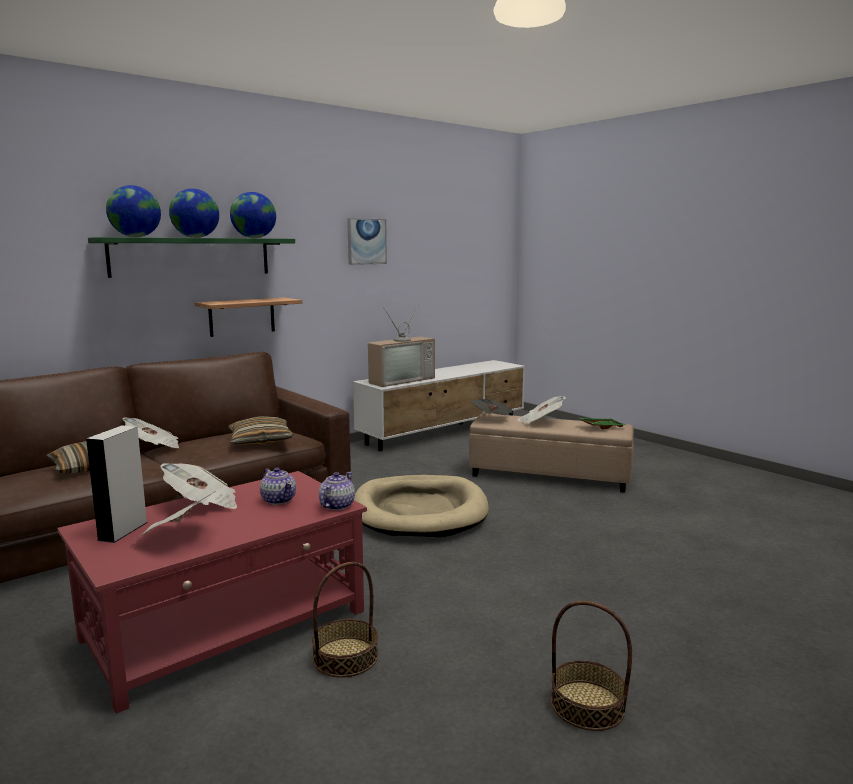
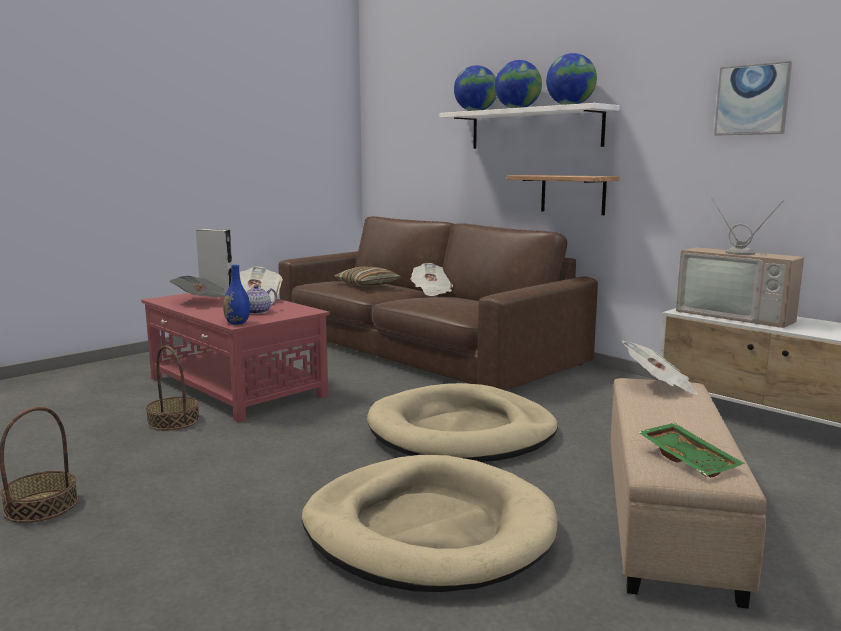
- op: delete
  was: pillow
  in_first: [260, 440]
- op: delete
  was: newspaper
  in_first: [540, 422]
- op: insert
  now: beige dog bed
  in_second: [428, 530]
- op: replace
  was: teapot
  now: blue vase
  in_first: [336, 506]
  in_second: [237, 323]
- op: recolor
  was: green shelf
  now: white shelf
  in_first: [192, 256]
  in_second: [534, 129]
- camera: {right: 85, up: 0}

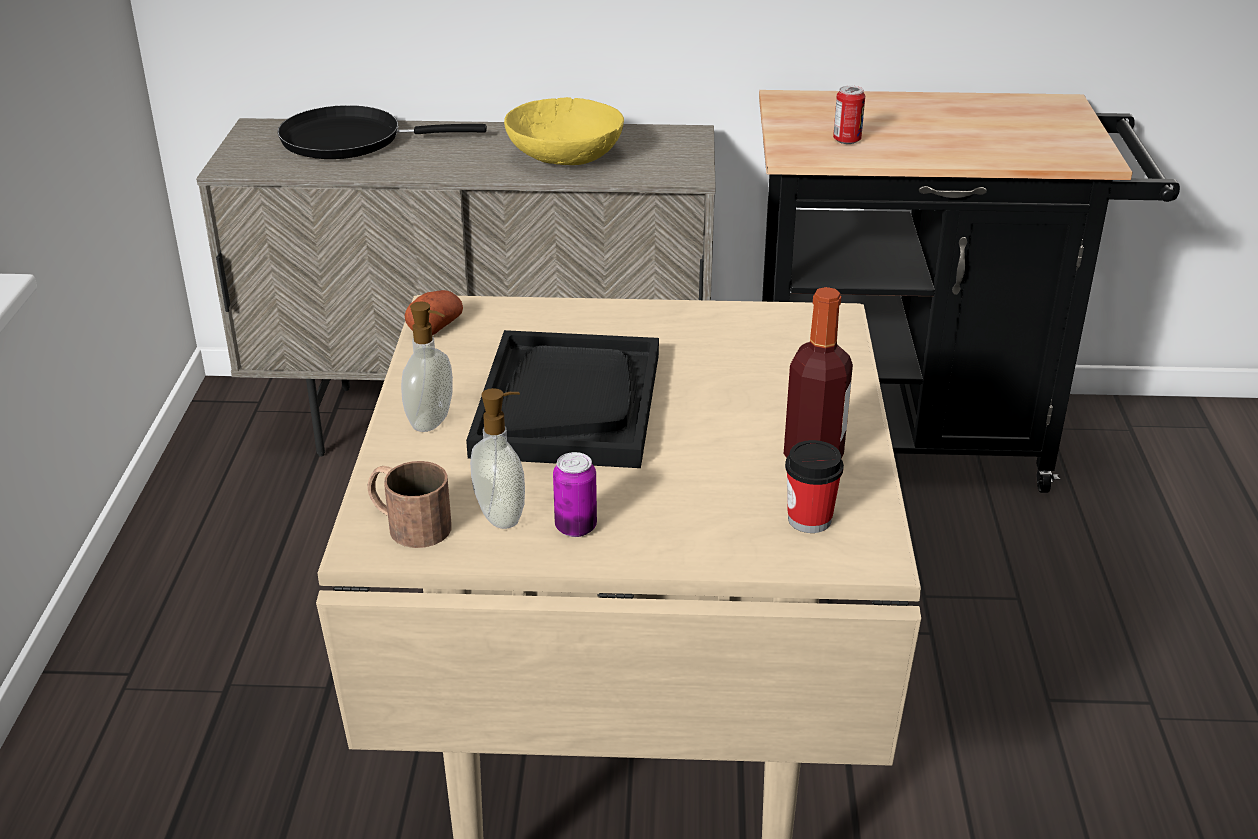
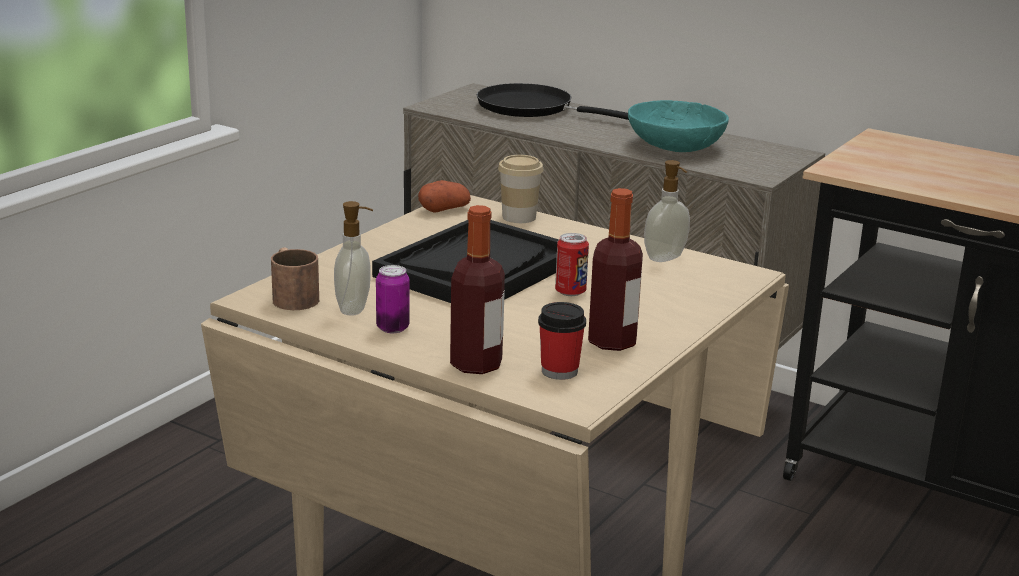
- op: insert
  now: bottle
  in_second: [476, 364]
- op: insert
  now: cup
  in_second: [519, 217]
- op: move
  was: soap dispenser
  in_first: [432, 421]
  in_second: [666, 258]
- op: move
  was: can
  in_first: [847, 140]
  in_second: [570, 292]
- op: recolor
  was: yellow bowl
  now: turquoise bowl
  in_first: [564, 157]
  in_second: [675, 147]
- camera: {right: 30, up: -10}

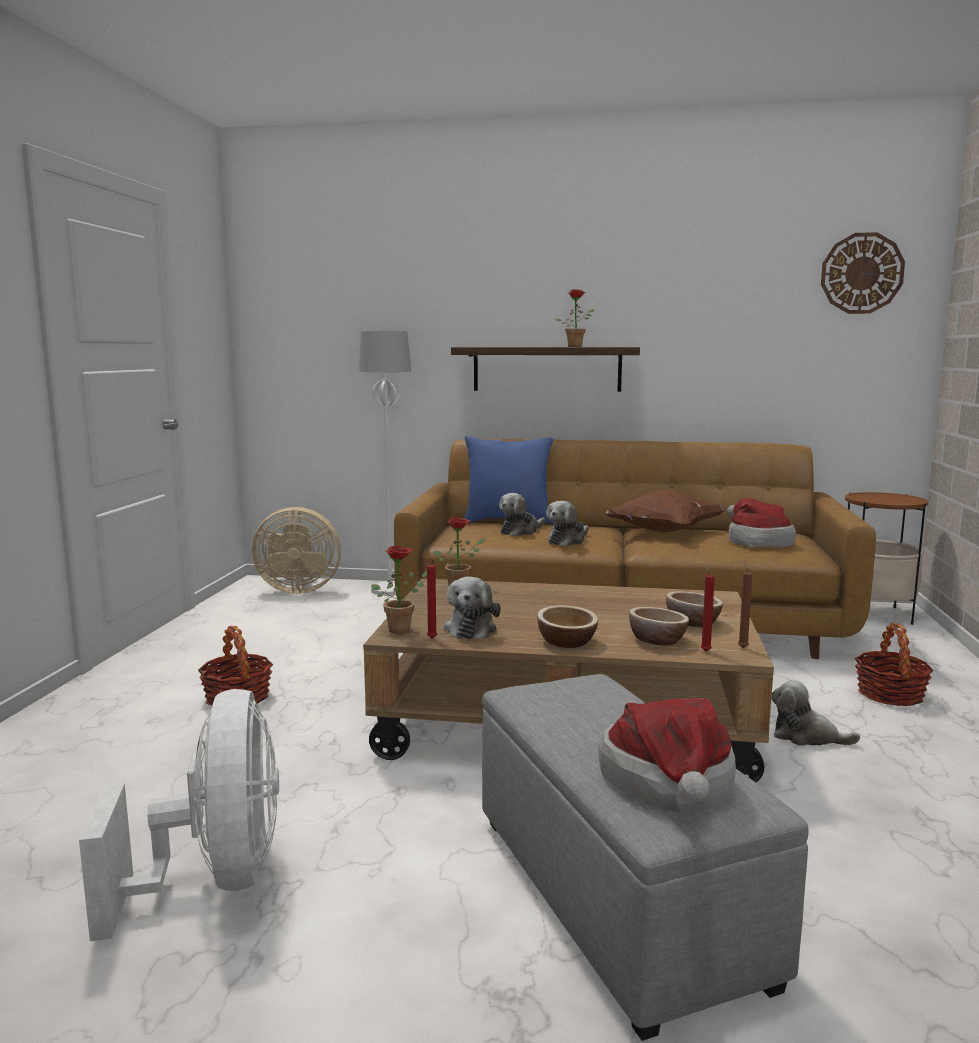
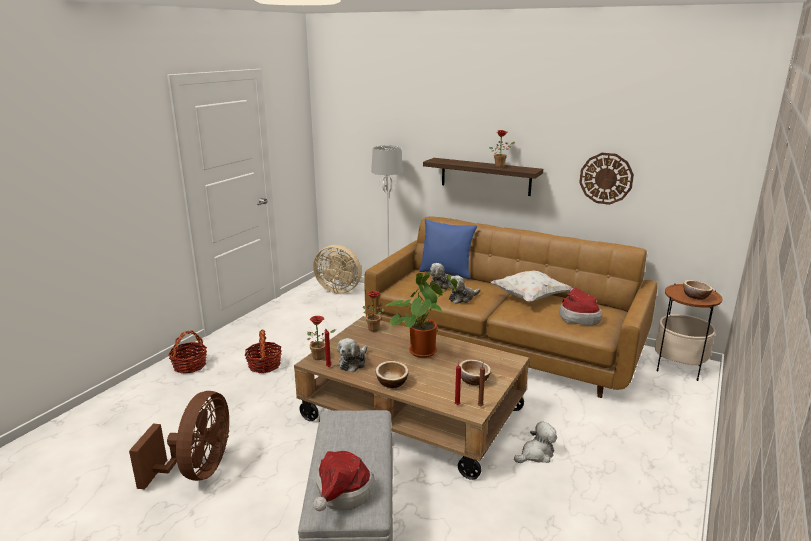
- op: insert
  now: potted plant
  in_second: [422, 350]
- op: move
  was: bowl
  in_first: [657, 640]
  in_second: [695, 296]
- op: move
  was: wall clock
  in_first: [862, 273]
  in_second: [606, 178]
- op: move
  was: basket
  in_first: [890, 694]
  in_second: [190, 366]
- op: recolor
  was: white fan
  now: brown fan
  in_first: [215, 880]
  in_second: [197, 470]
- op: recolor
  was: brown pillow
  now: white pillow
  in_first: [664, 532]
  in_second: [529, 298]
- op: rotate
  was: plush toy
  in_first: [806, 736]
  in_second: [536, 454]
  clockwise: 105
- camera: {right: 20, up: 10}

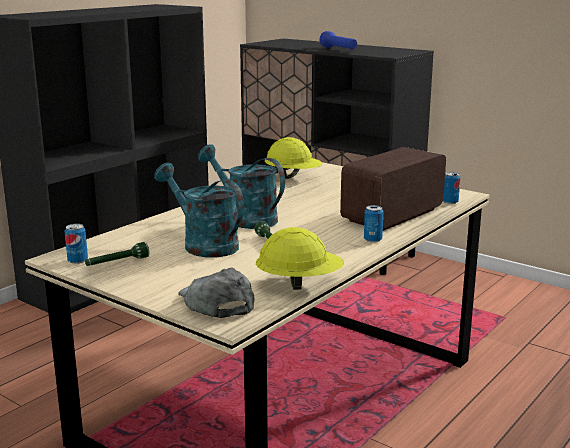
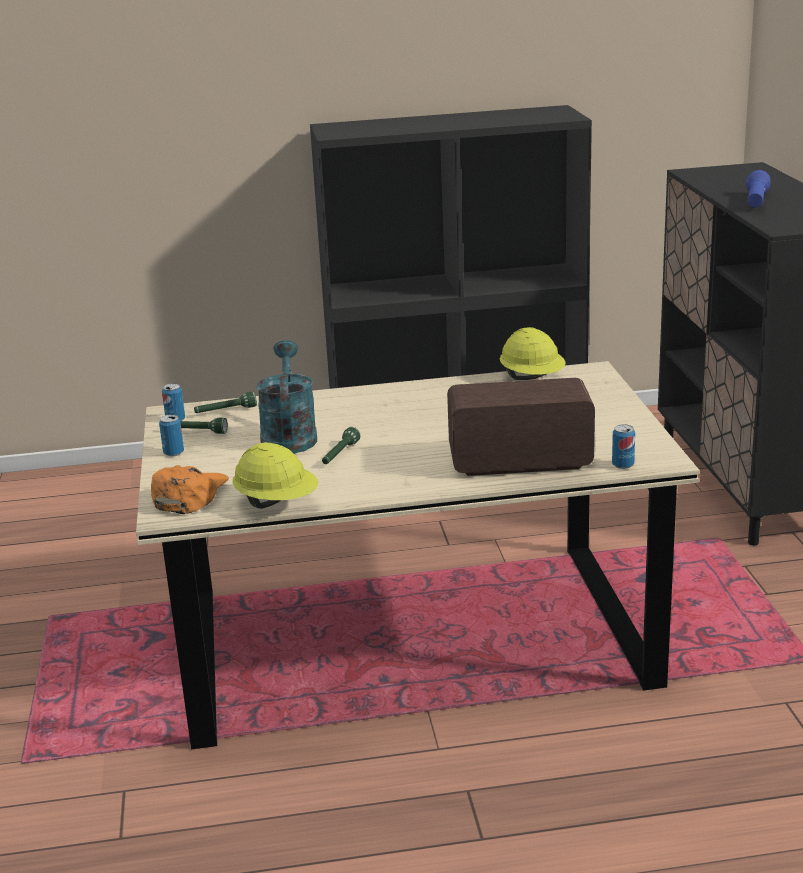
- op: delete
  was: turquoise watering can
  in_first: [245, 218]
- op: insert
  now: green flashlight
  in_second: [225, 411]
- op: move
  was: can
  in_first: [372, 240]
  in_second: [173, 453]
- op: recolor
  was: grey cap
  now: orange cap
  in_first: [216, 301]
  in_second: [189, 494]
- camera: {right: 45, up: 5}

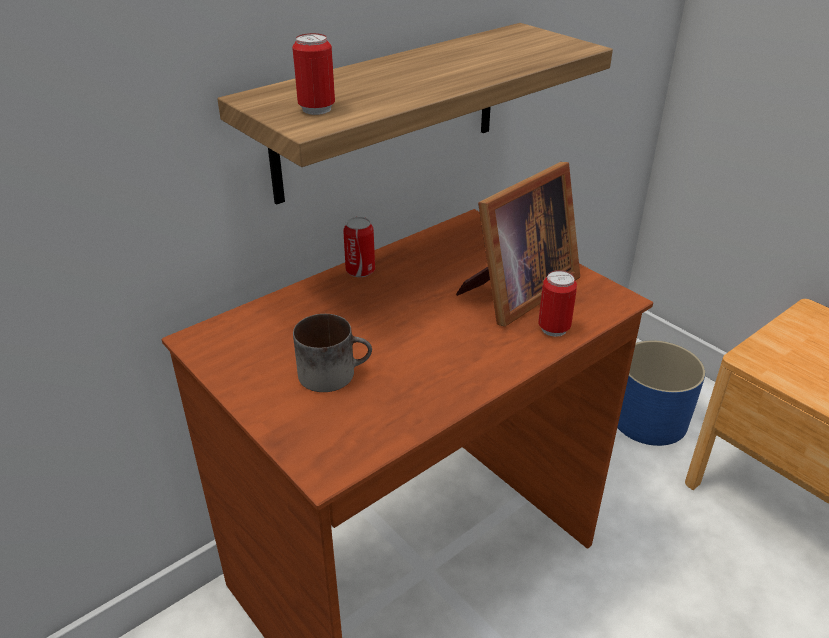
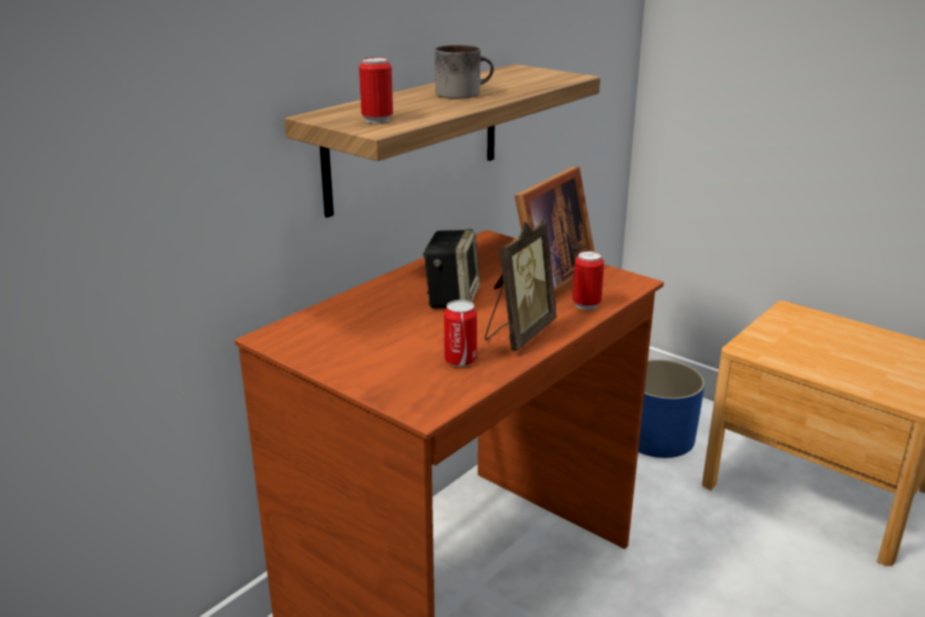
- op: insert
  now: speaker
  in_second: [451, 298]
- op: insert
  now: picture frame
  in_second: [518, 334]
- op: move
  was: mug
  in_first: [334, 372]
  in_second: [463, 93]
- op: move
  was: can
  in_first: [360, 271]
  in_second: [460, 360]
- camera: {right: -10, up: -10}

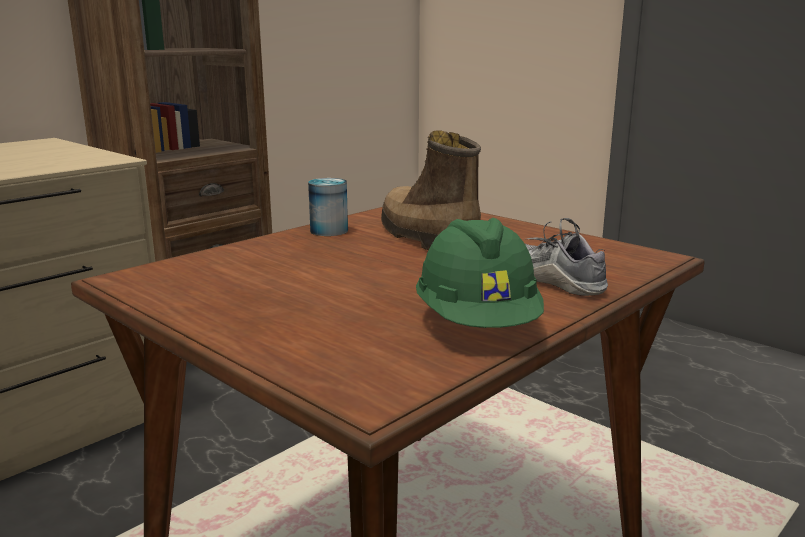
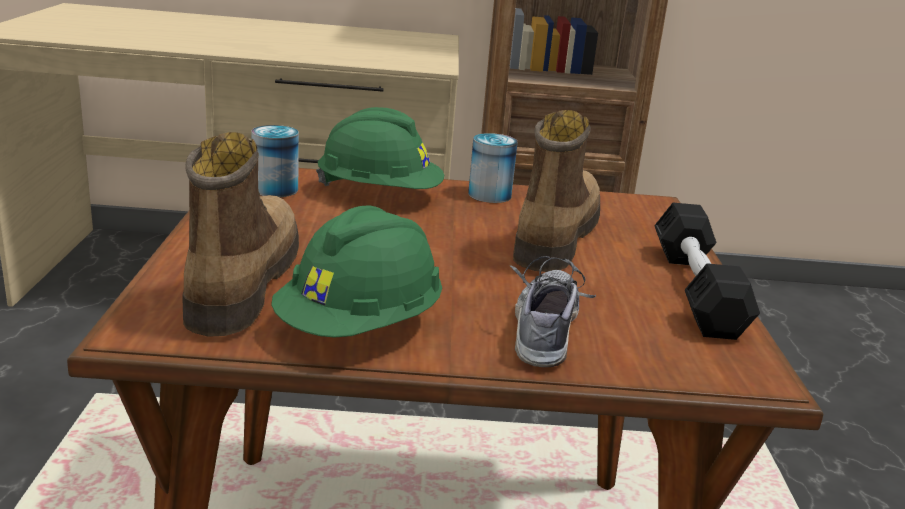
- op: insert
  now: boot
  in_second: [241, 283]
- op: insert
  now: can
  in_second: [275, 189]
- op: insert
  now: green hard hat
  in_second: [379, 194]
- op: insert
  now: black dumbbell
  in_second: [695, 290]
- camera: {right: 45, up: 5}

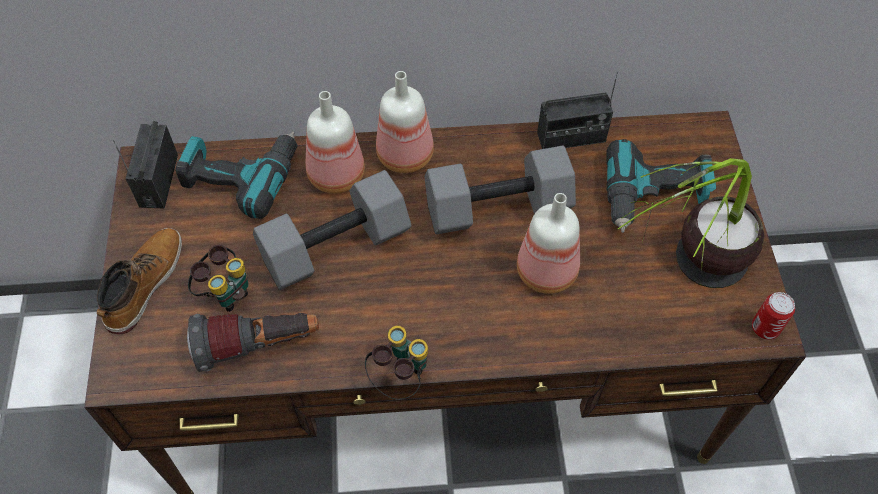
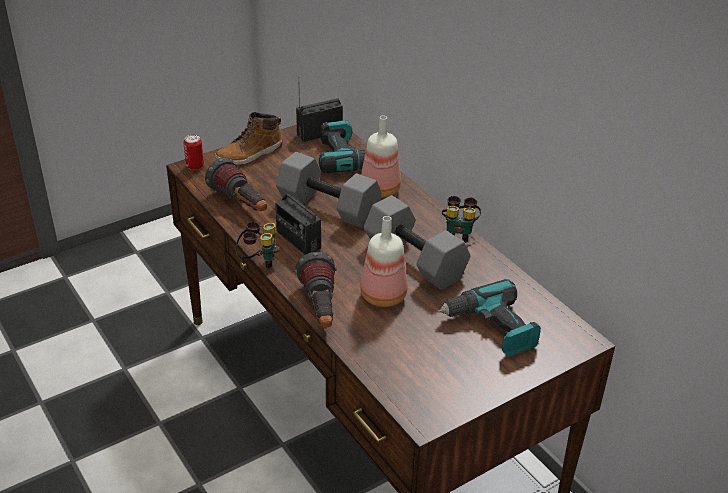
- op: delete
  was: bottle
  in_first: [405, 154]
- op: delete
  was: potted plant
  in_first: [681, 282]
- op: insert
  now: flashlight
  in_second: [320, 309]
- op: move
  was: binoculars
  in_first: [225, 292]
  in_second: [459, 233]
- op: move
  was: radio
  in_first: [571, 137]
  in_second: [298, 240]
- op: move
  was: can
  in_first: [765, 328]
  in_second: [195, 166]
- op: rotate
  was: boot
  in_first: [144, 284]
  in_second: [250, 154]
  clockwise: 150
- camera: {right: 60, up: -20}

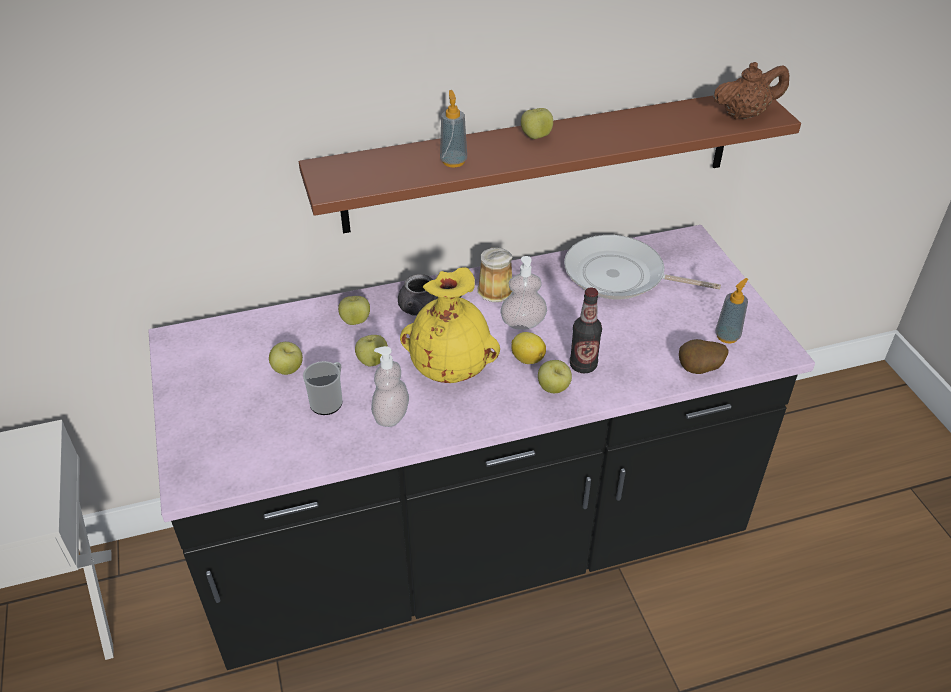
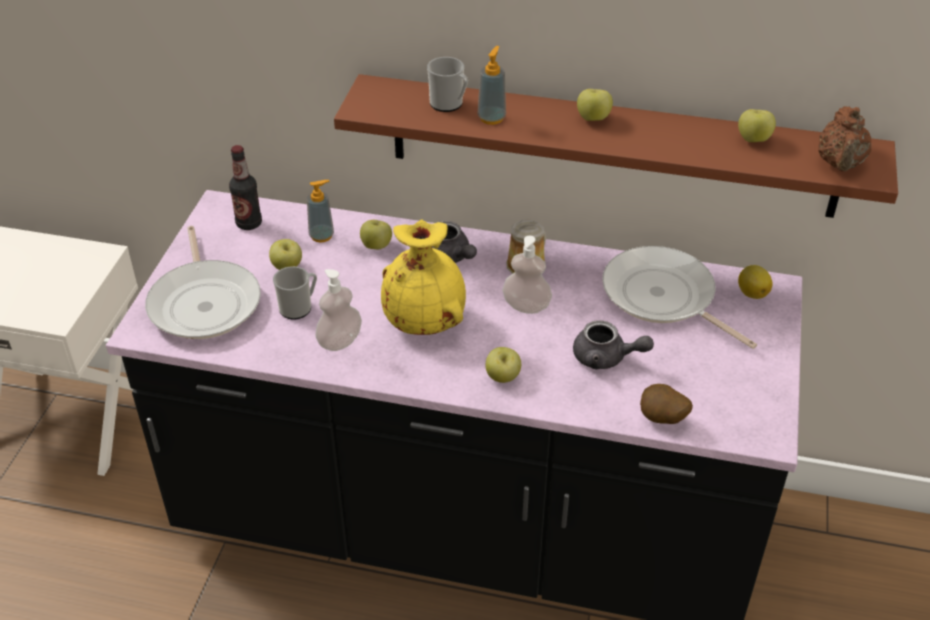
- op: insert
  now: frying pan
  in_second: [205, 302]
- op: insert
  now: mug
  in_second: [449, 104]
- op: insert
  now: grey teapot
  in_second: [606, 358]
- op: move
  was: apple
  in_first: [372, 361]
  in_second: [753, 140]
- op: move
  was: lemon
  in_first: [527, 358]
  in_second: [752, 292]
- op: move
  was: bottle
  in_first: [583, 365]
  in_second: [249, 223]
- op: move
  was: soap dispenser
  in_first: [727, 336]
  in_second: [321, 236]
- op: rotate
  was: brown teapot
  in_first: [745, 115]
  in_second: [839, 164]
  clockwise: 90
- camera: {right: 30, up: 0}

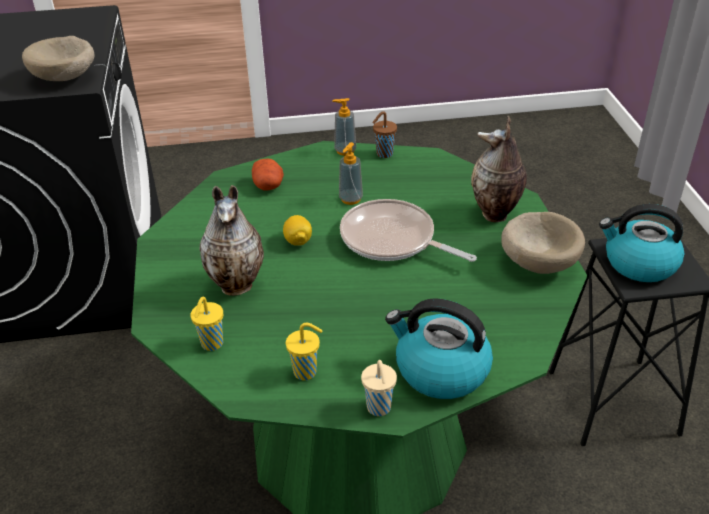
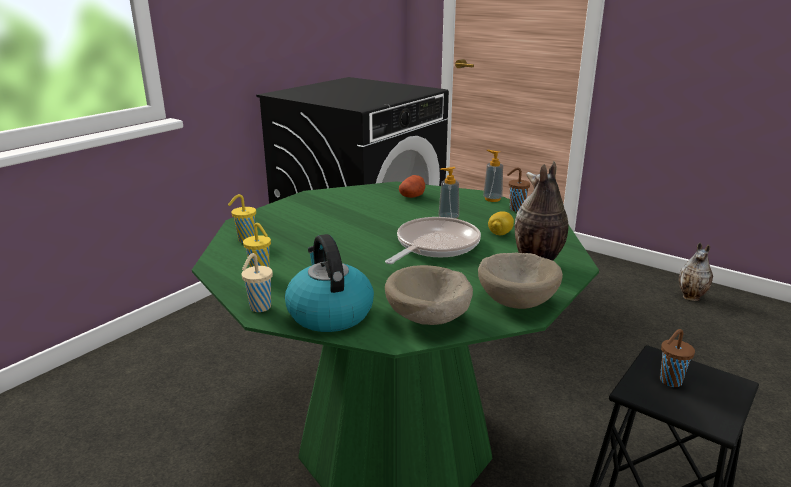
- op: move
  was: beige bowl
  in_first: [66, 78]
  in_second: [428, 320]
- op: move
  was: vase
  in_first: [238, 285]
  in_second: [692, 297]
- op: move
  was: lemon
  in_first: [298, 241]
  in_second: [500, 234]
- op: replace
  was: kettle
  now: brown cup
  in_first: [638, 263]
  in_second: [669, 381]
- op: rotate
  was: frying pan
  in_first: [392, 240]
  in_second: [434, 246]
  clockwise: 45
- camera: {right: 45, up: -15}

